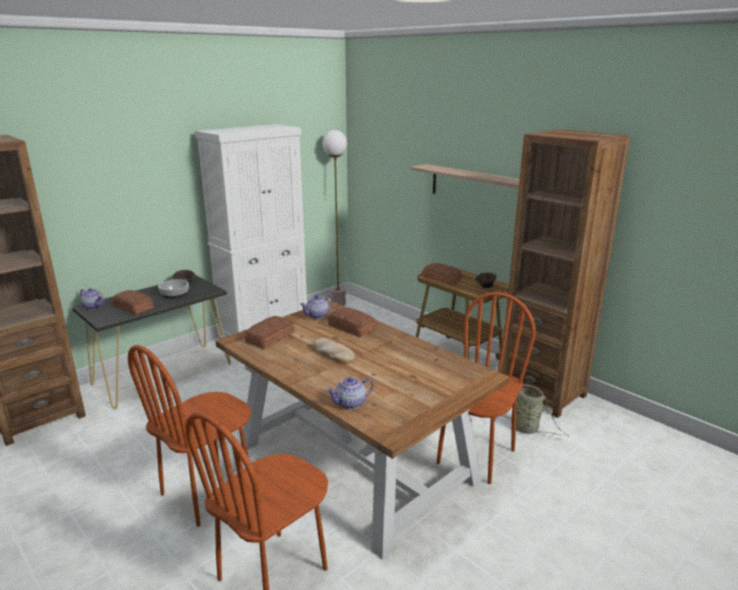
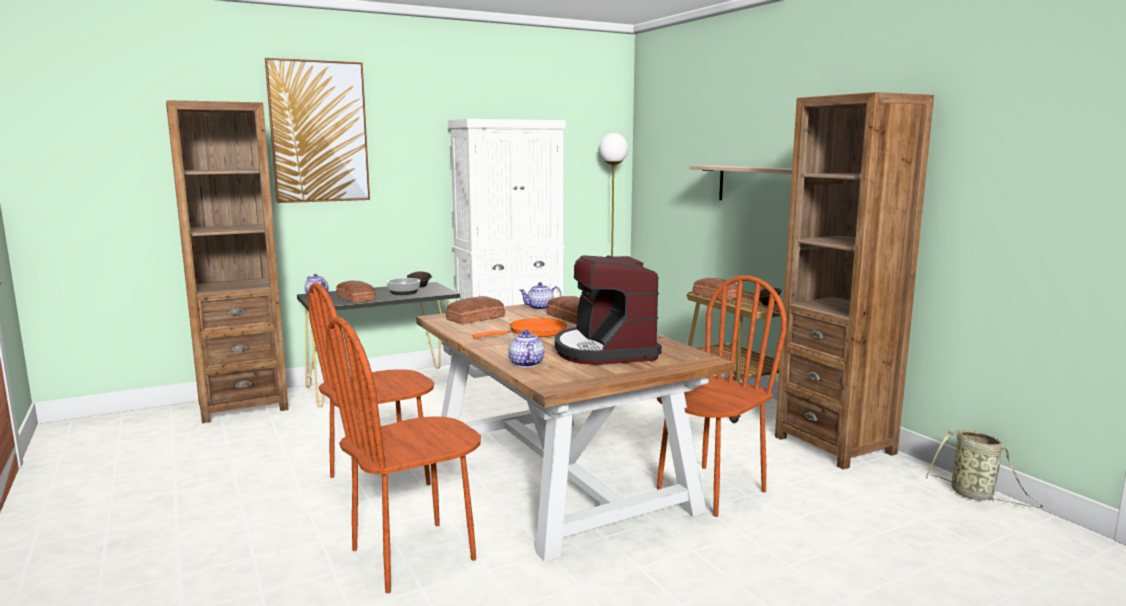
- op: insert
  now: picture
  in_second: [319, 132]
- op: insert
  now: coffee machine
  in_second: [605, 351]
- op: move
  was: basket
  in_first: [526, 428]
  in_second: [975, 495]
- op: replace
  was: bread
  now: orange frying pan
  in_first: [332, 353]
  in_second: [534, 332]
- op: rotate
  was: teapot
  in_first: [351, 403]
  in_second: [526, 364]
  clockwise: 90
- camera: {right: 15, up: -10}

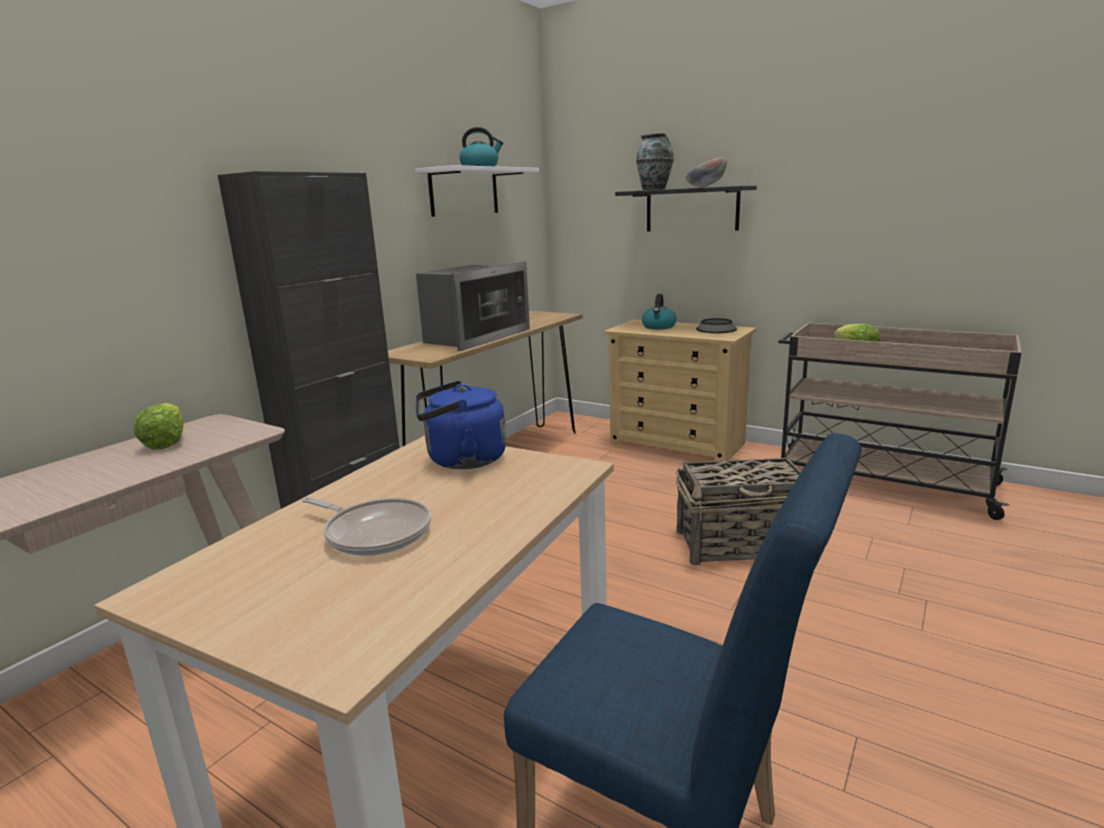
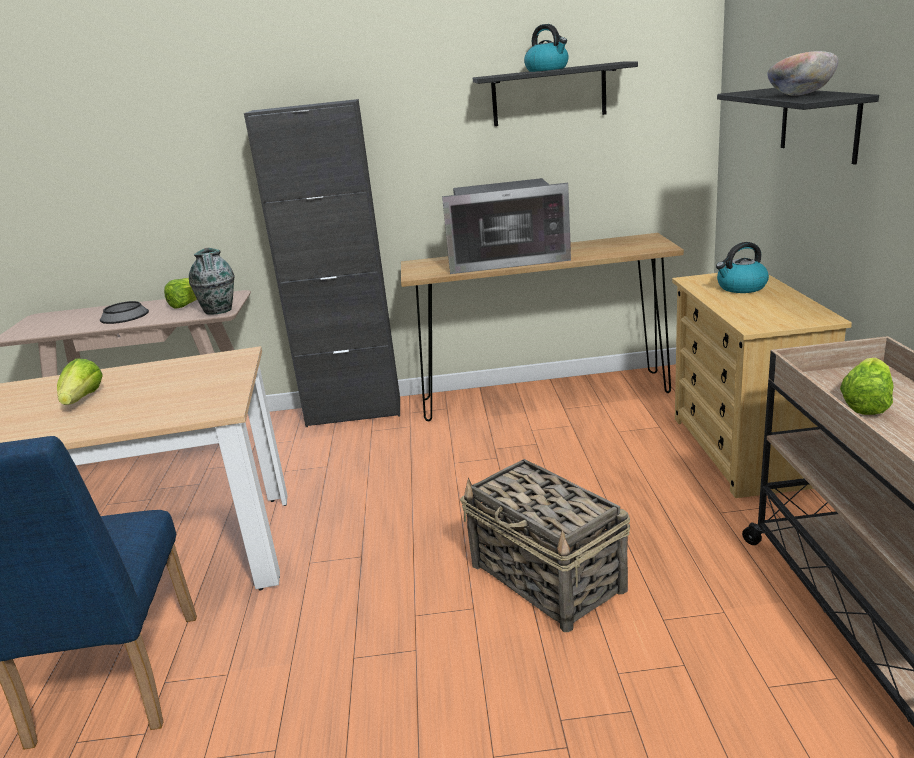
- op: delete
  was: blue kettle
  in_first: [461, 460]
- op: move
  was: vase
  in_first: [654, 189]
  in_second: [218, 311]
- op: move
  was: bowl
  in_first: [716, 329]
  in_second: [124, 315]
- op: replace
  was: frying pan
  now: lettuce
  in_first: [374, 533]
  in_second: [83, 399]
- op: recolor
  was: white shelf
  now: black shelf
  in_first: [464, 192]
  in_second: [549, 95]
- camera: {right: 55, up: 5}

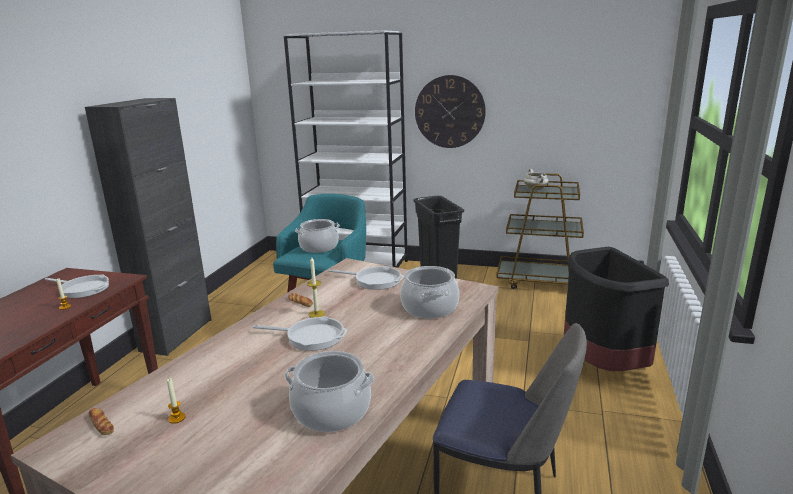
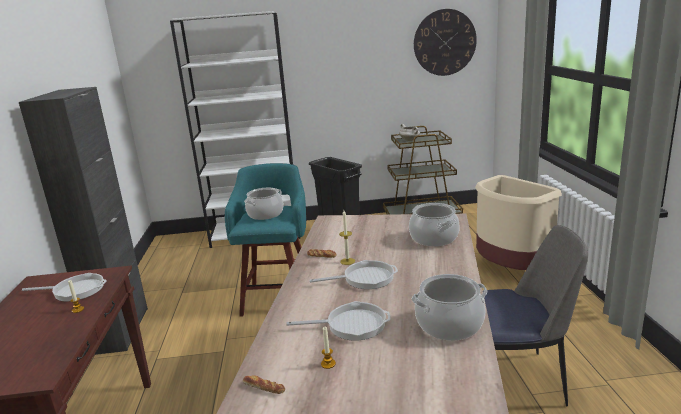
- op: move
  was: frying pan
  in_first: [374, 280]
  in_second: [352, 325]
- op: move
  was: wall clock
  in_first: [449, 112]
  in_second: [444, 42]
- op: recolor
  was: black trash can
  now: beige trash can
  in_first: [601, 364]
  in_second: [511, 269]
- camera: {right: -20, up: 0}

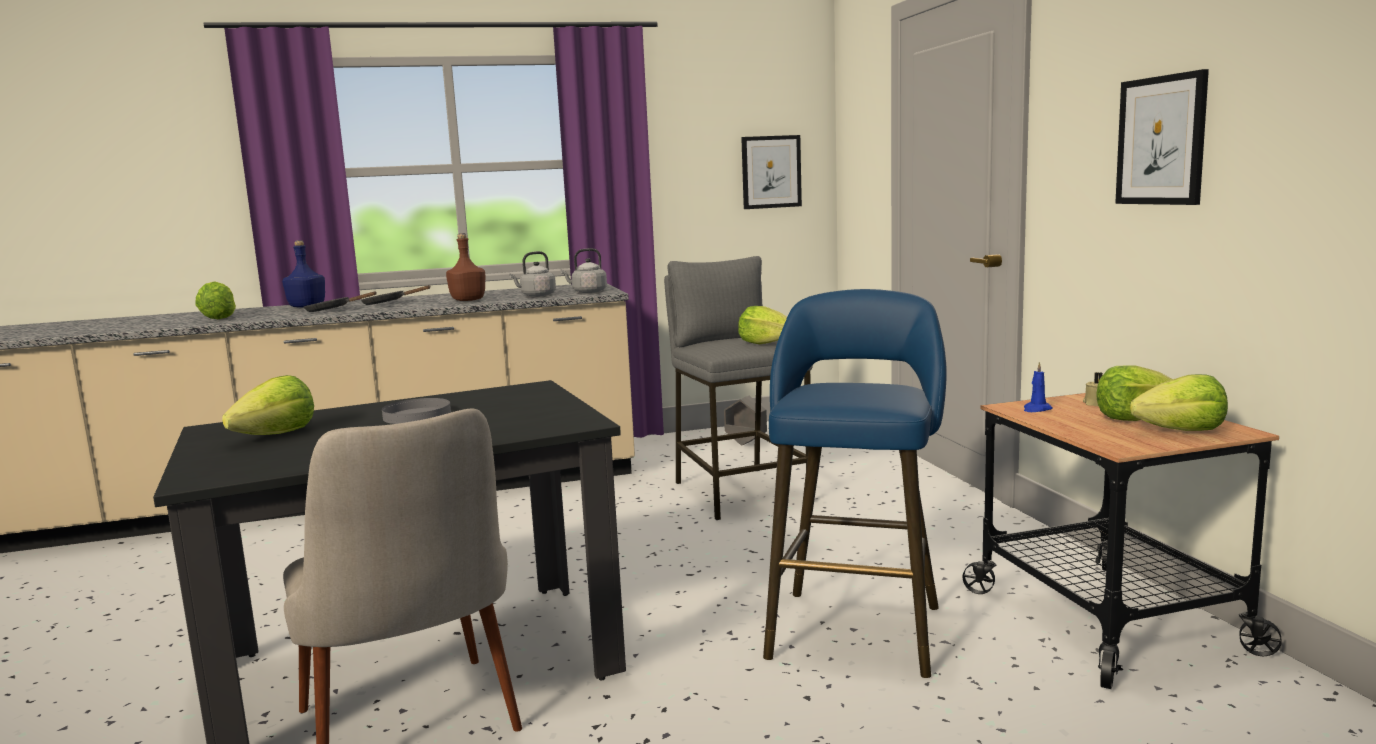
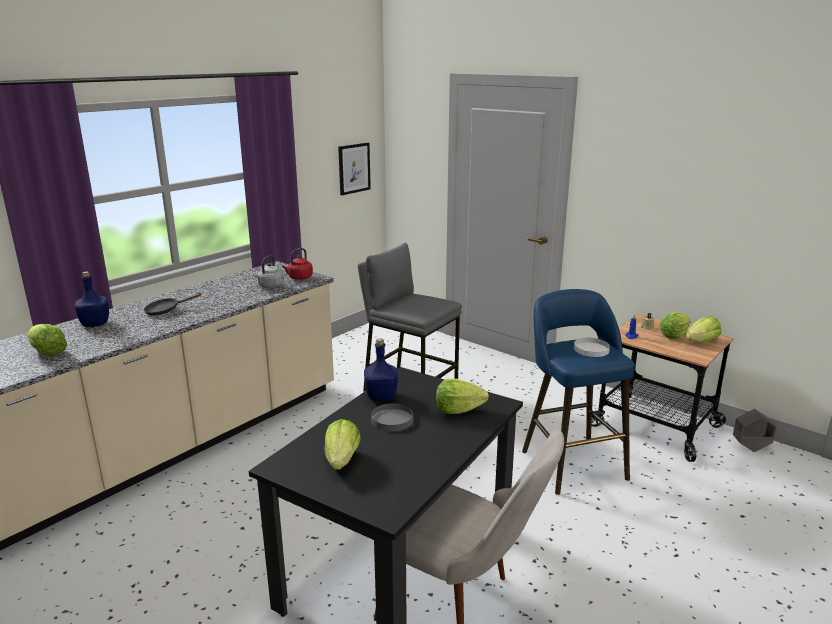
- op: delete
  was: black frying pan
  in_first: [332, 310]
- op: delete
  was: brown bottle
  in_first: [467, 300]
- op: delete
  was: picture
  in_first: [1161, 140]
- op: insert
  now: blue bottle
  in_second: [381, 396]
- op: insert
  now: white plate
  in_second: [591, 349]
- op: move
  was: grey planter
  in_first: [746, 443]
  in_second: [750, 447]
- op: move
  was: lettuce
  in_first: [765, 343]
  in_second: [458, 410]
- op: recolor
  was: grey kettle
  now: red kettle
  in_first: [587, 292]
  in_second: [299, 278]
- camera: {right: -35, up: 10}

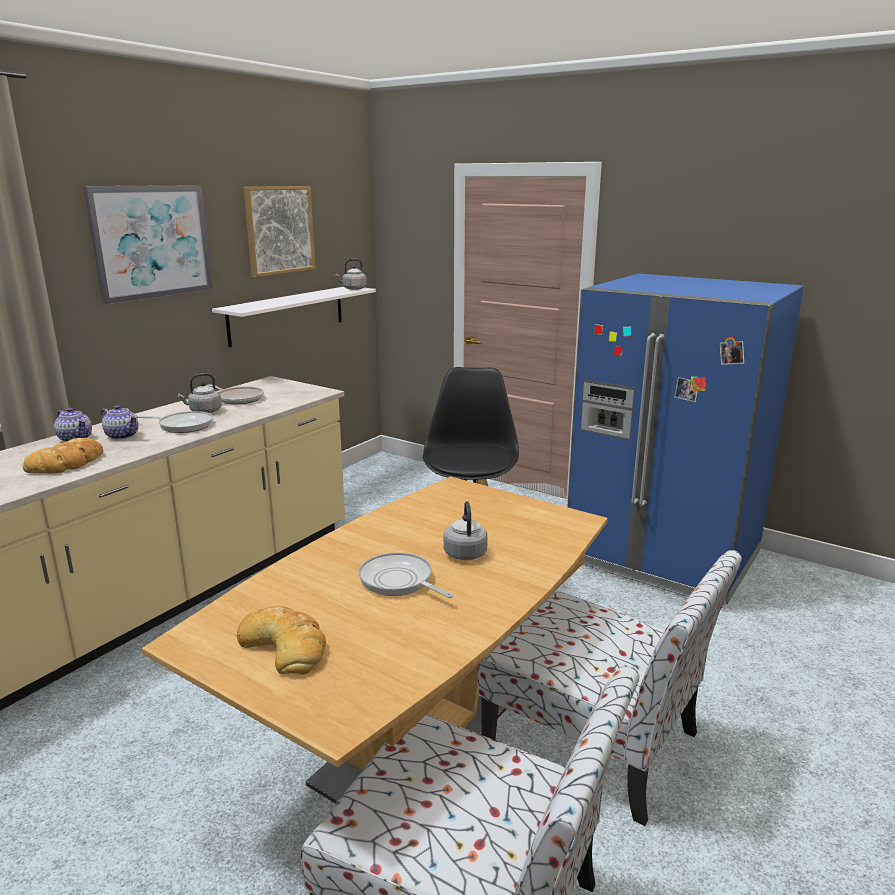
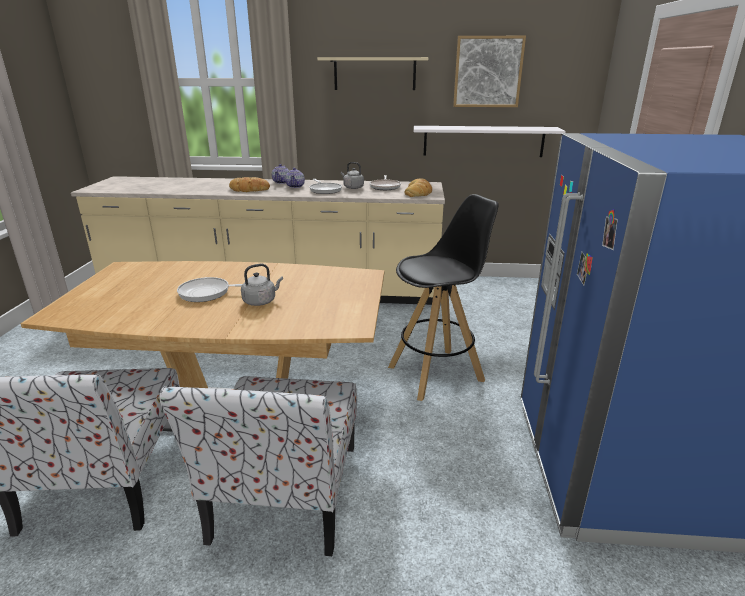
- op: delete
  was: grey kettle
  in_first: [353, 289]
- op: move
  was: bread
  in_first: [285, 645]
  in_second: [418, 192]
- op: replace
  was: picture
  now: beige shelf
  in_first: [152, 242]
  in_second: [374, 73]
- op: rotate
  was: frying pan
  in_first: [399, 581]
  in_second: [207, 293]
  clockwise: -105
- camera: {right: 60, up: 5}

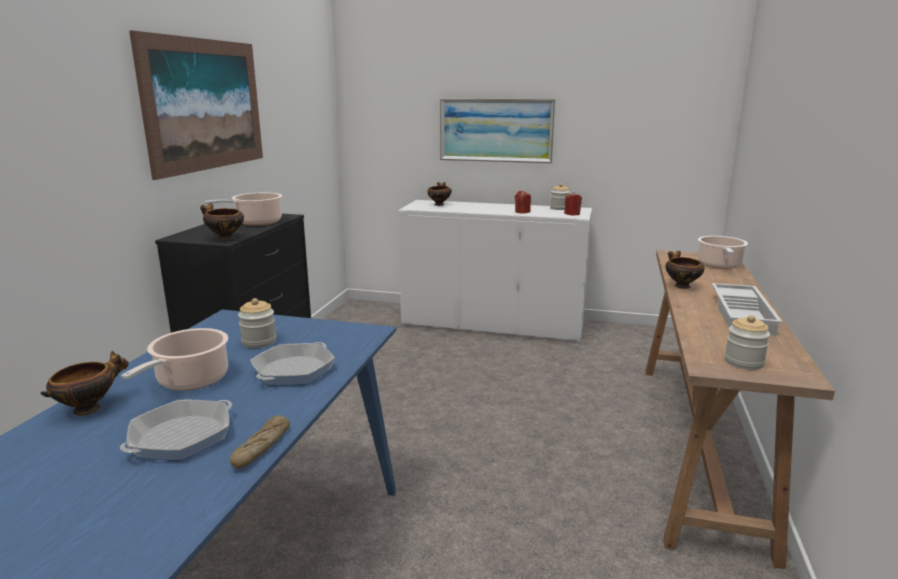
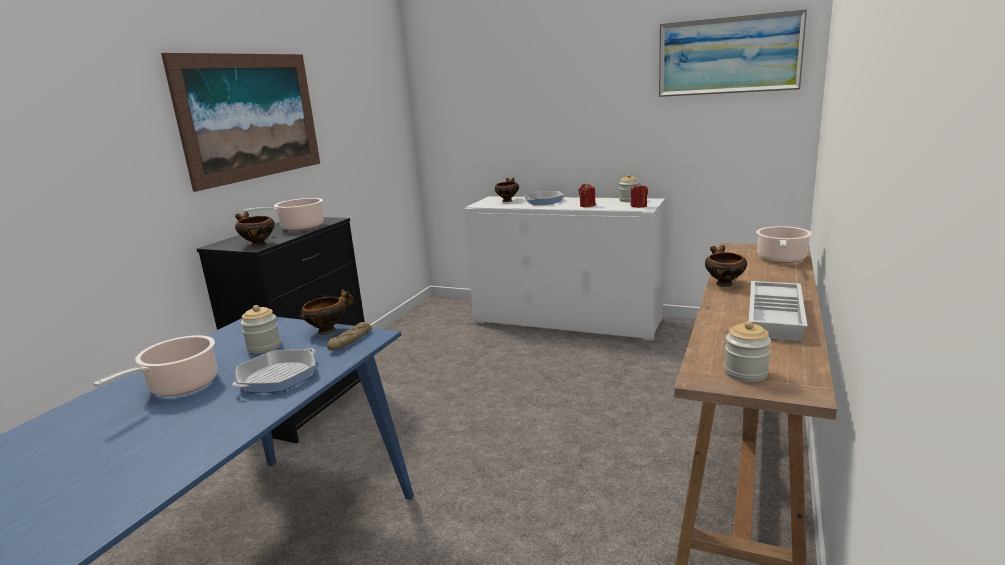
- op: move
  was: bowl
  in_first: [90, 408]
  in_second: [328, 330]
- op: move
  was: frying pan
  in_first: [181, 437]
  in_second: [544, 201]
- op: move
  was: bread
  in_first: [262, 447]
  in_second: [350, 341]
- op: move
  was: picture
  in_first: [496, 130]
  in_second: [728, 55]
- camera: {right: 10, up: 0}

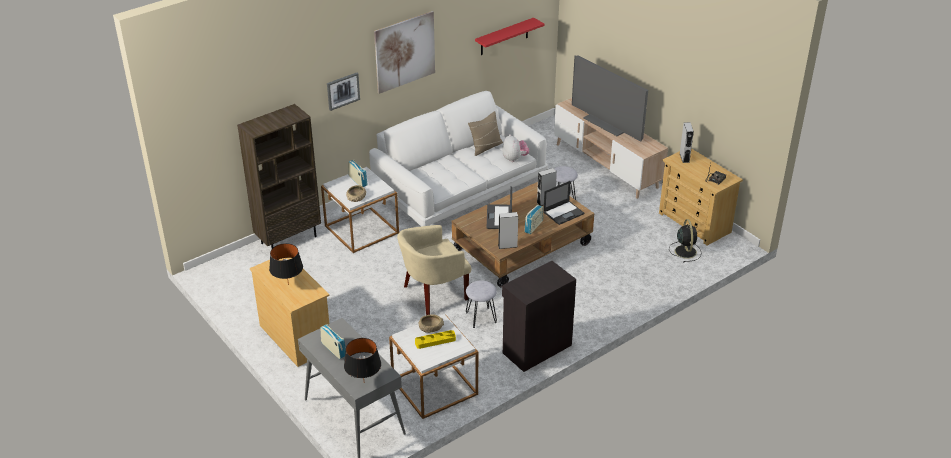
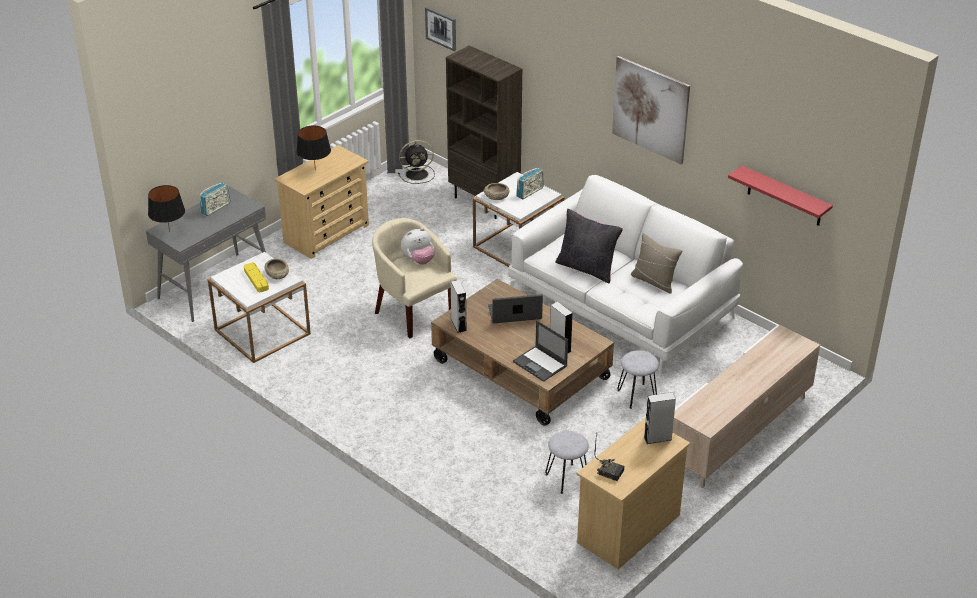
- op: delete
  was: black cabinet
  in_first: [536, 348]
- op: delete
  was: radio
  in_first: [533, 226]
- op: delete
  was: television
  in_first: [608, 123]
- op: insert
  now: black pillow
  in_second: [587, 268]
- op: move
  was: picture
  in_first: [343, 91]
  in_second: [441, 28]
- op: move
  was: grey stool
  in_first: [480, 317]
  in_second: [566, 478]
- op: move
  was: plush toy
  in_first: [514, 158]
  in_second: [418, 260]
- op: move
  was: black fan
  in_first: [685, 251]
  in_second: [418, 174]
- camera: {right: 80, up: 0}

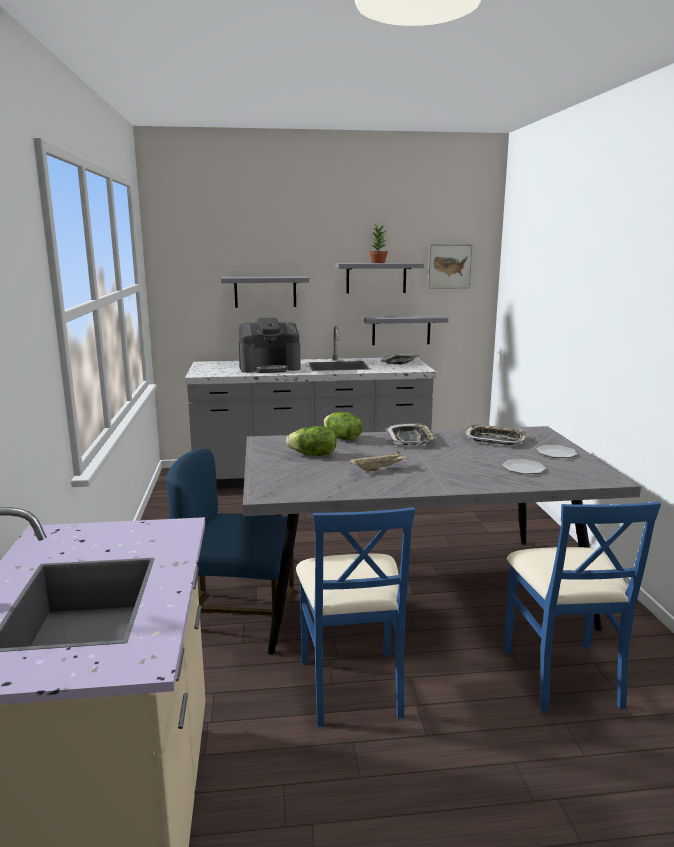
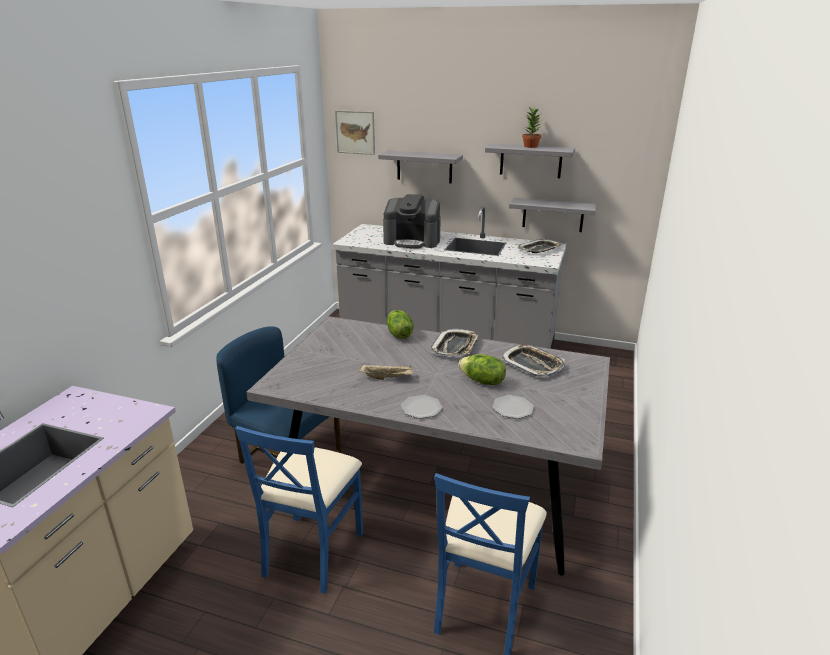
- op: move
  was: lettuce
  in_first: [313, 455]
  in_second: [482, 381]
- op: move
  was: picture
  in_first: [449, 266]
  in_second: [355, 132]
- op: move
  was: plate
  in_first: [556, 453]
  in_second: [421, 408]
- camera: {right: 25, up: 10}

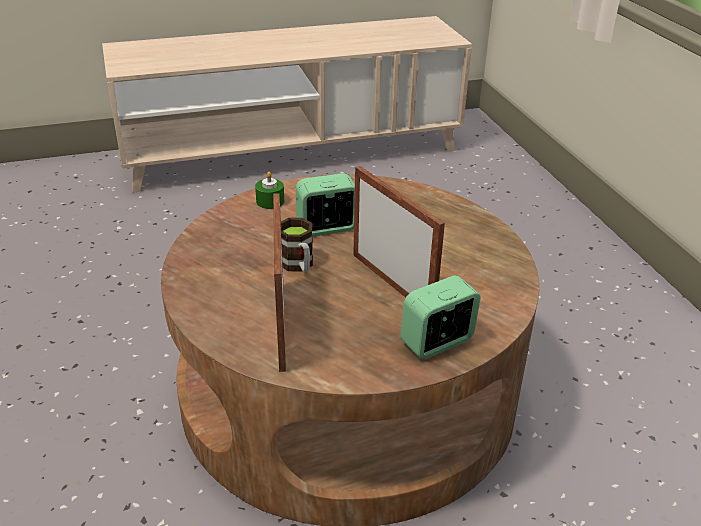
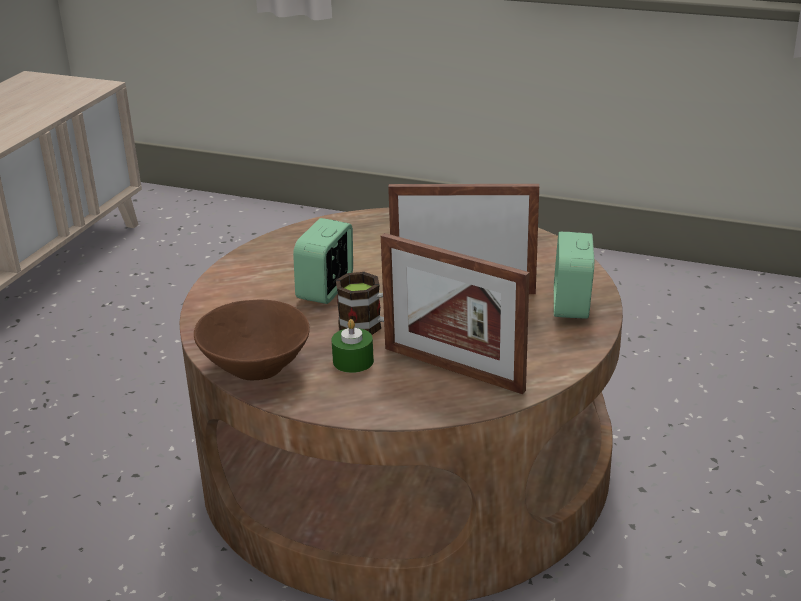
- op: insert
  now: brown bowl
  in_second: [256, 370]
- op: move
  was: green candle
  in_first: [270, 201]
  in_second: [353, 361]
- camera: {right: -50, up: -5}

